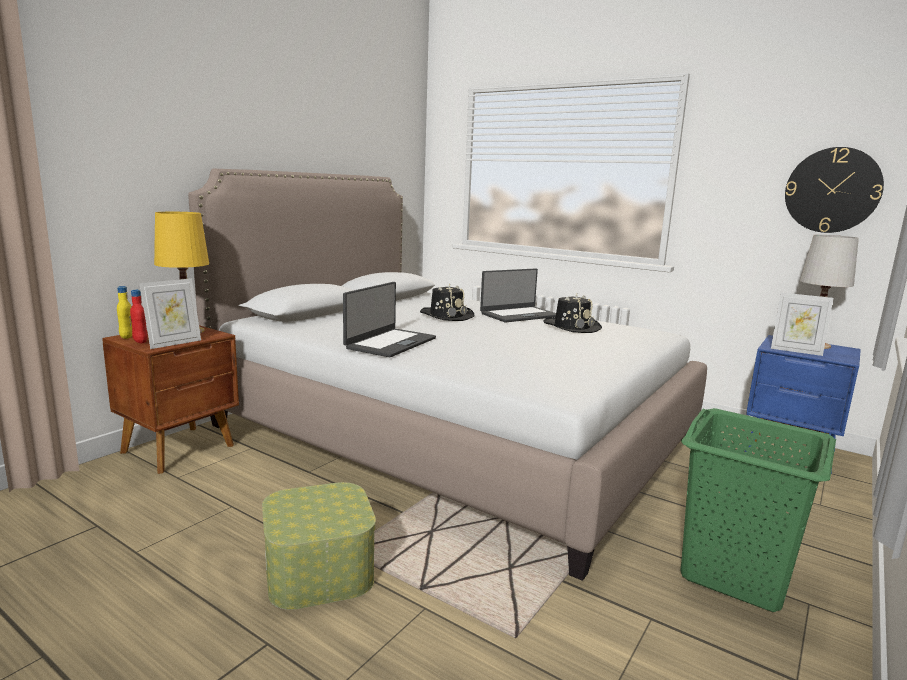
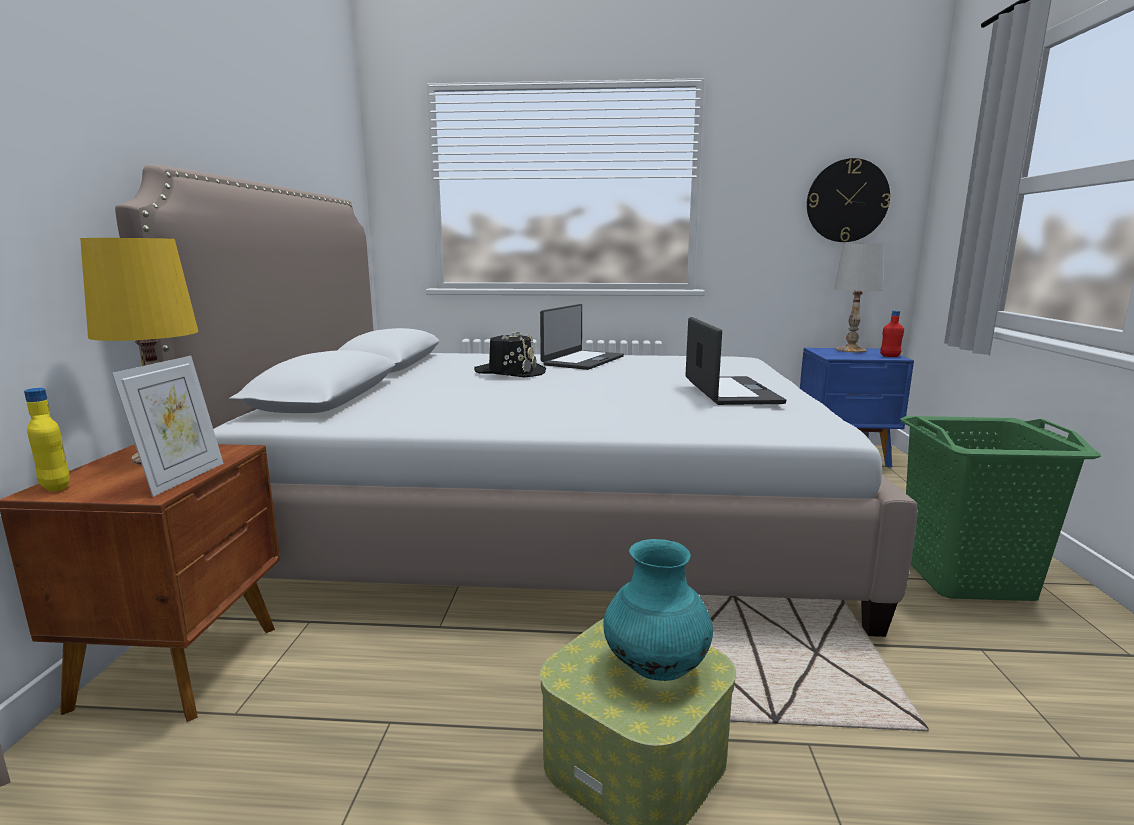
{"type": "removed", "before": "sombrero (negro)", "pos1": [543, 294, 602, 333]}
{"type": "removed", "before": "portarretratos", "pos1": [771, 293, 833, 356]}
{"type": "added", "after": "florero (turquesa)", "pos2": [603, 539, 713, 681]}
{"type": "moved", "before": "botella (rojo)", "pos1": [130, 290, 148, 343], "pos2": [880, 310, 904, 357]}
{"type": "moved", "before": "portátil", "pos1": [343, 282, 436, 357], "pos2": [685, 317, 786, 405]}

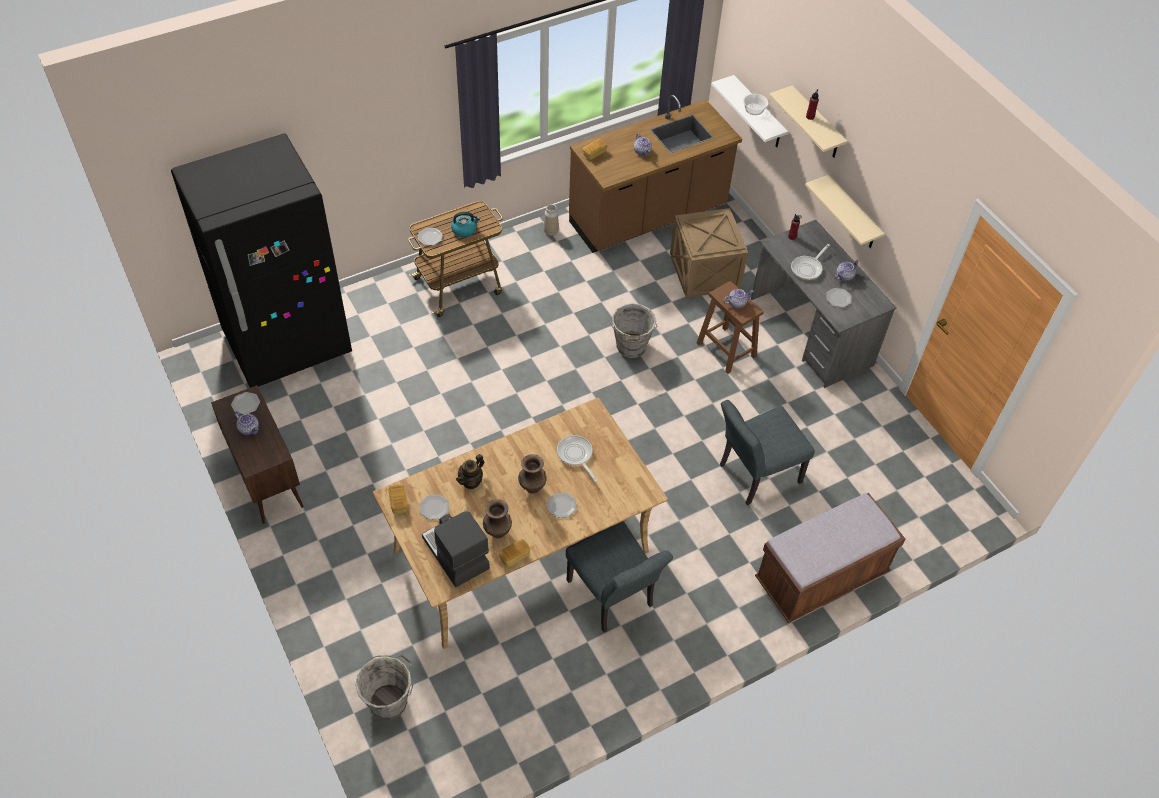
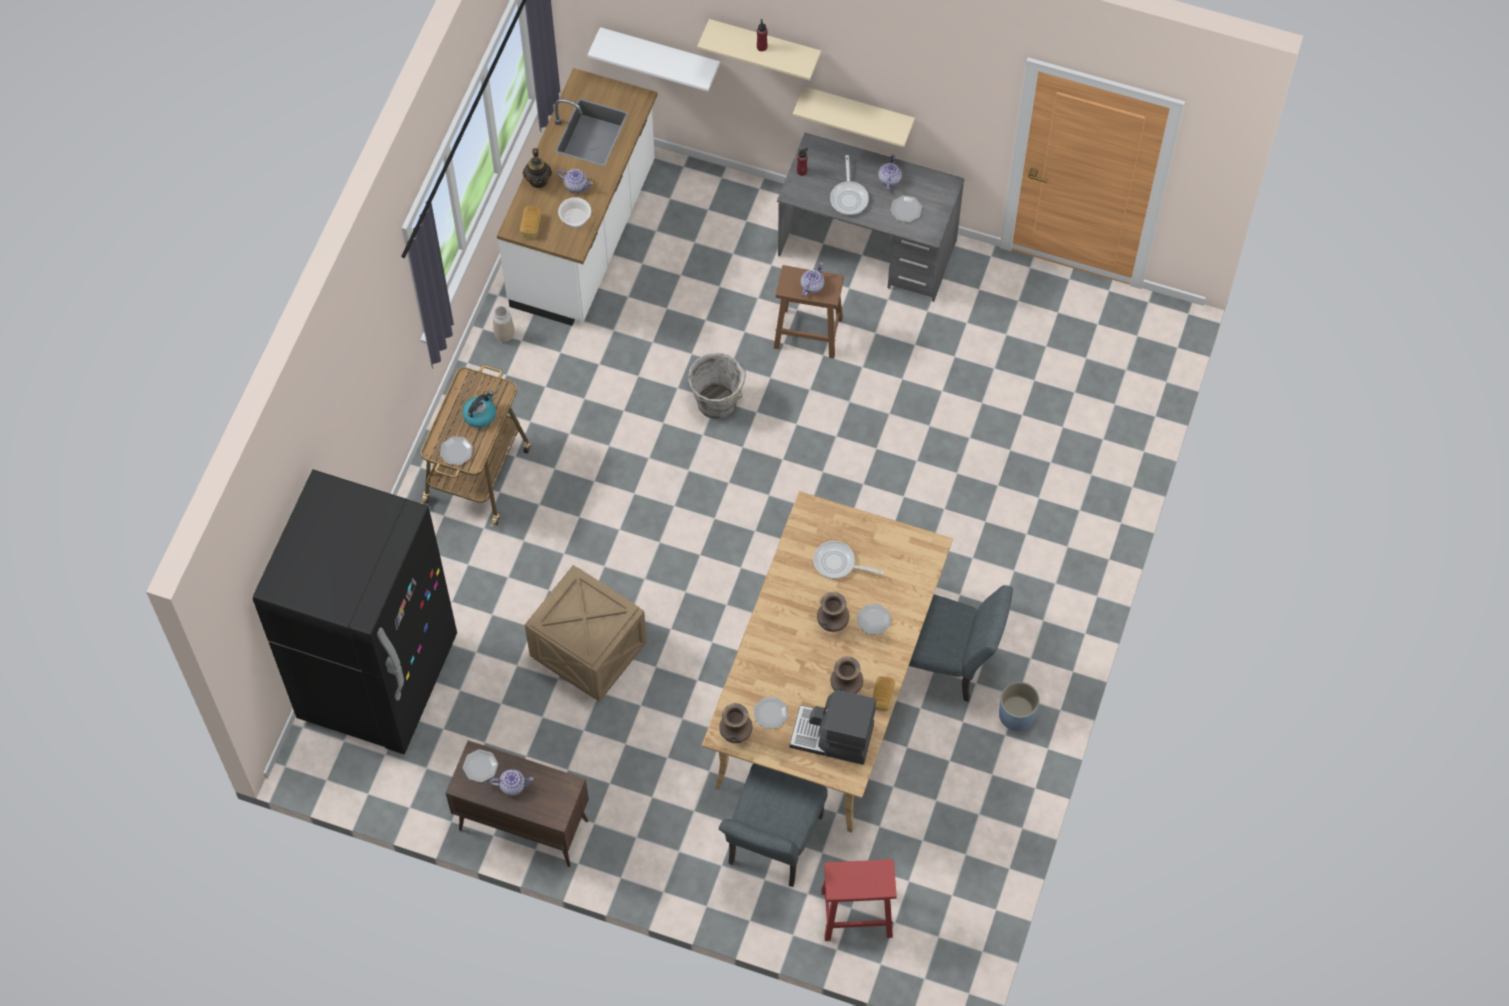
{"type": "removed", "before": "banco (marrón)", "pos1": [755, 493, 905, 623]}
{"type": "added", "after": "maceta (azul)", "pos2": [999, 682, 1040, 731]}
{"type": "moved", "before": "tetera", "pos1": [456, 454, 484, 489], "pos2": [523, 148, 552, 188]}
{"type": "moved", "before": "caja de embalaje", "pos1": [670, 208, 748, 298], "pos2": [525, 565, 647, 702]}
{"type": "moved", "before": "silla (gris)", "pos1": [720, 400, 815, 505], "pos2": [719, 764, 828, 887]}
{"type": "moved", "before": "cuenco", "pos1": [743, 94, 768, 115], "pos2": [558, 197, 591, 228]}
{"type": "replaced", "before": "cubo (gris)", "after": "taburete (rojo)", "pos1": [355, 654, 413, 720], "pos2": [821, 859, 897, 941]}
{"type": "replaced", "before": "pan", "after": "florero (marrón)", "pos1": [388, 484, 408, 514], "pos2": [719, 703, 752, 743]}
{"type": "recoloured", "before": "mueble bajo de cocina (marrón)", "after": "mueble bajo de cocina (blanco)", "pos1": [569, 95, 742, 253], "pos2": [497, 68, 657, 326]}

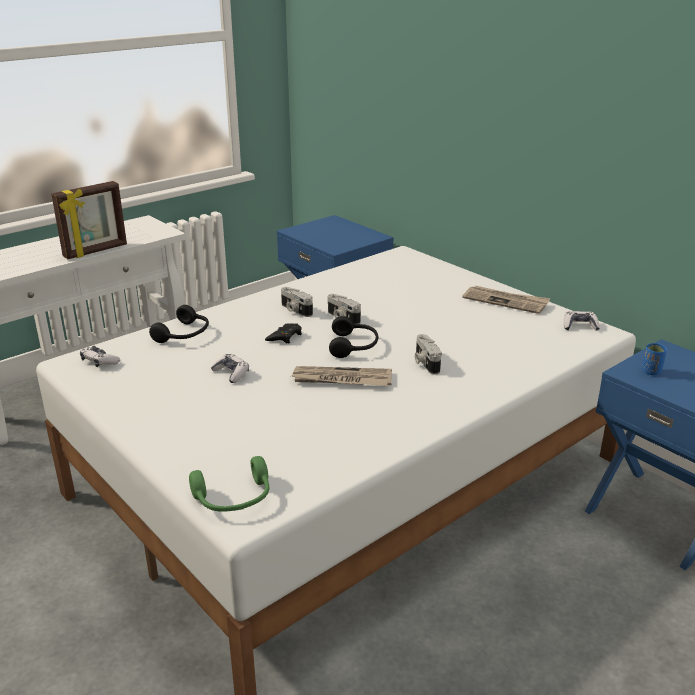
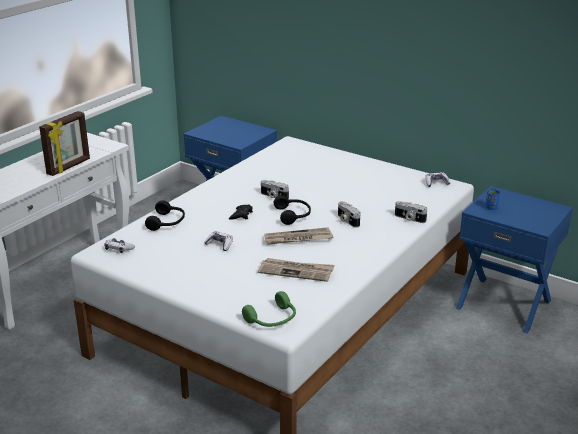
{"type": "moved", "before": "cámara", "pos1": [281, 287, 313, 317], "pos2": [395, 201, 427, 223]}
{"type": "moved", "before": "periódico", "pos1": [462, 286, 550, 314], "pos2": [258, 258, 335, 282]}

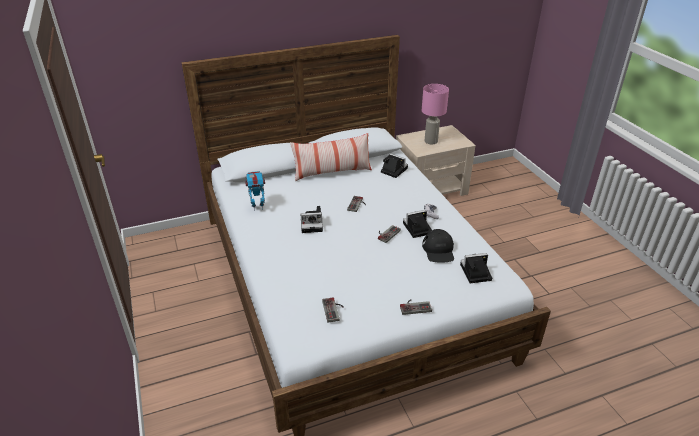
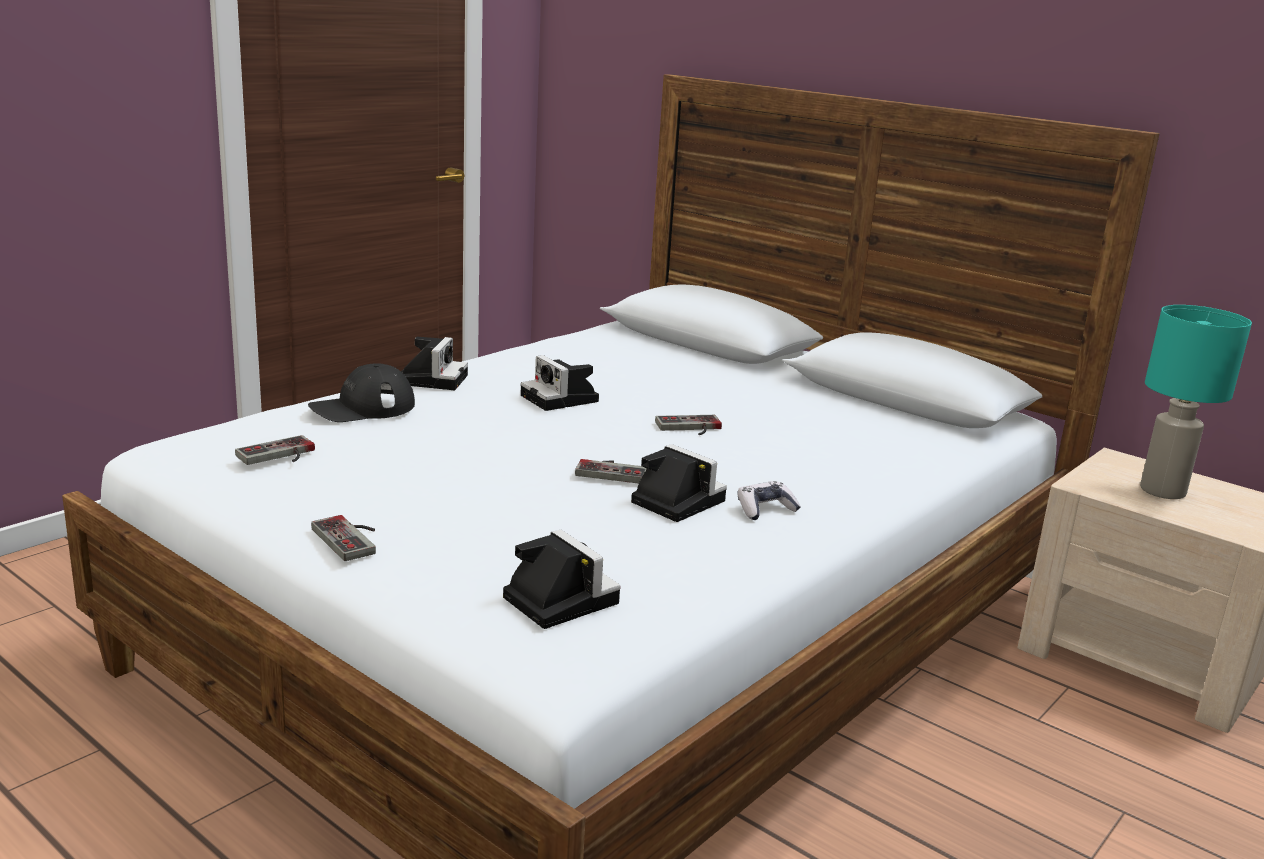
{"type": "removed", "before": "robot de juguete", "pos1": [245, 171, 265, 211]}
{"type": "removed", "before": "cojín", "pos1": [290, 133, 372, 181]}
{"type": "moved", "before": "cámara", "pos1": [381, 153, 408, 178], "pos2": [401, 337, 468, 390]}
{"type": "moved", "before": "gorra (negro)", "pos1": [422, 229, 454, 263], "pos2": [308, 363, 415, 422]}
{"type": "recoloured", "before": "lámpara de mesa (rosa)", "after": "lámpara de mesa (turquesa)", "pos1": [422, 84, 449, 144], "pos2": [1140, 305, 1252, 499]}

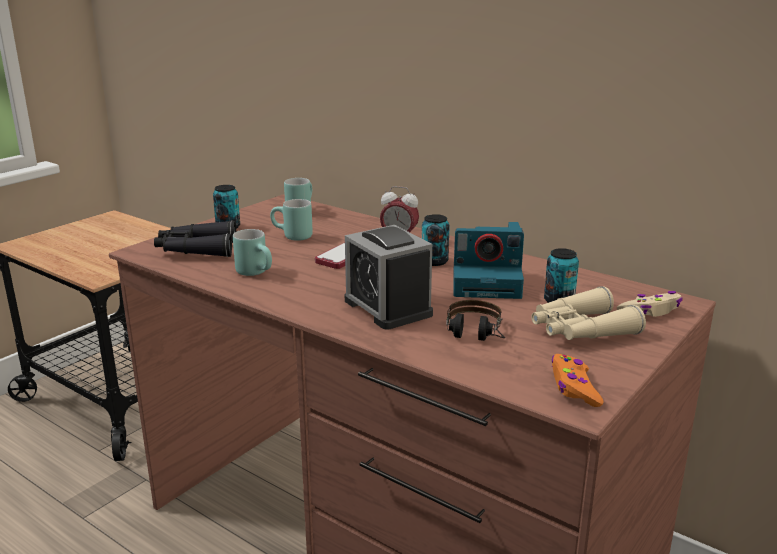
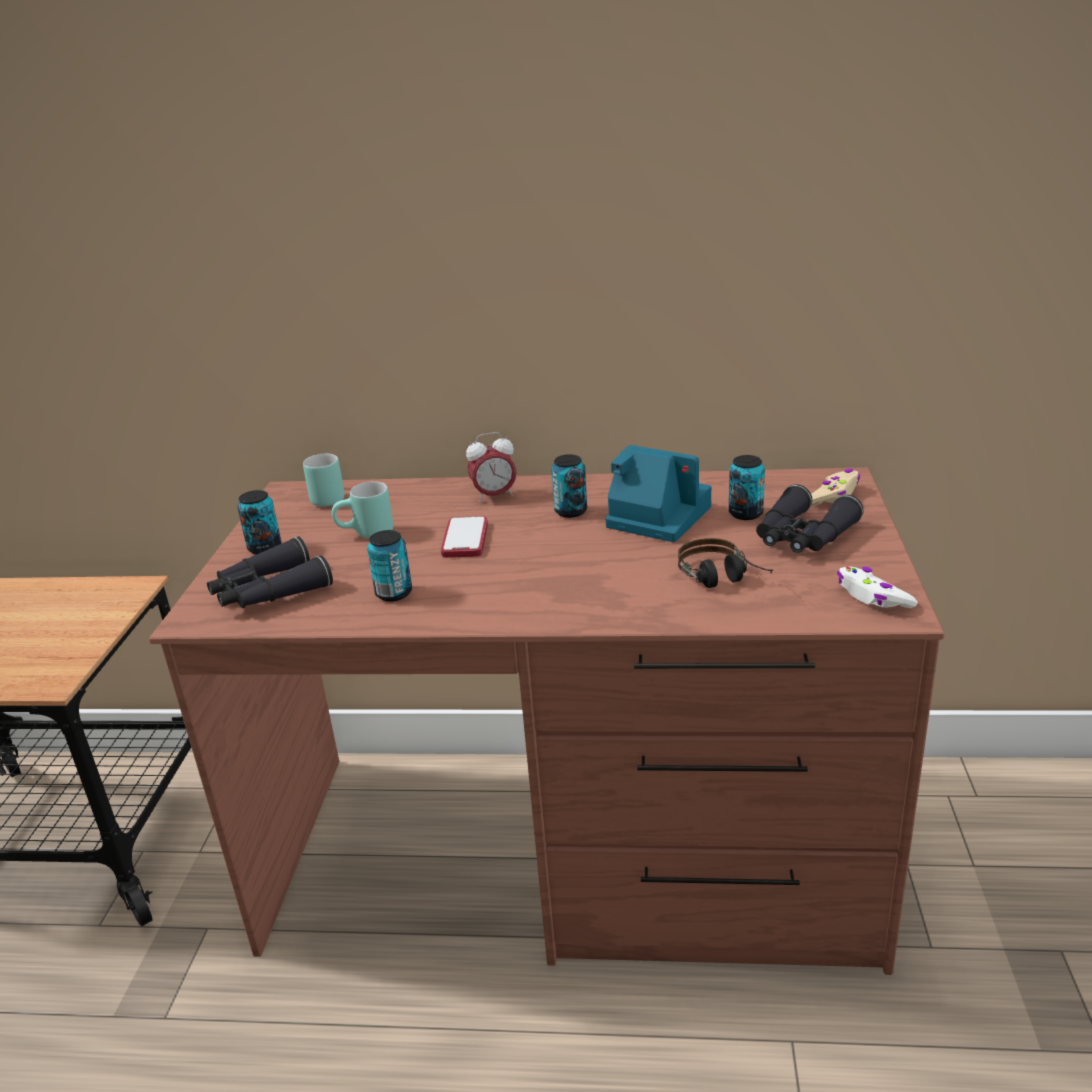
{"type": "removed", "before": "despertador", "pos1": [345, 225, 433, 330]}
{"type": "replaced", "before": "taza grande (turquesa)", "after": "lata", "pos1": [233, 229, 272, 276], "pos2": [367, 530, 412, 601]}
{"type": "recoloured", "before": "prismáticos (beis)", "after": "prismáticos (negro)", "pos1": [531, 286, 646, 340], "pos2": [756, 484, 864, 553]}
{"type": "recoloured", "before": "mando de consola (naranja)", "after": "mando de consola (blanco)", "pos1": [551, 354, 603, 407], "pos2": [837, 567, 918, 608]}
{"type": "turned", "before": "cámara", "pos1": [453, 222, 524, 299], "pos2": [606, 445, 712, 542], "turn": -120}

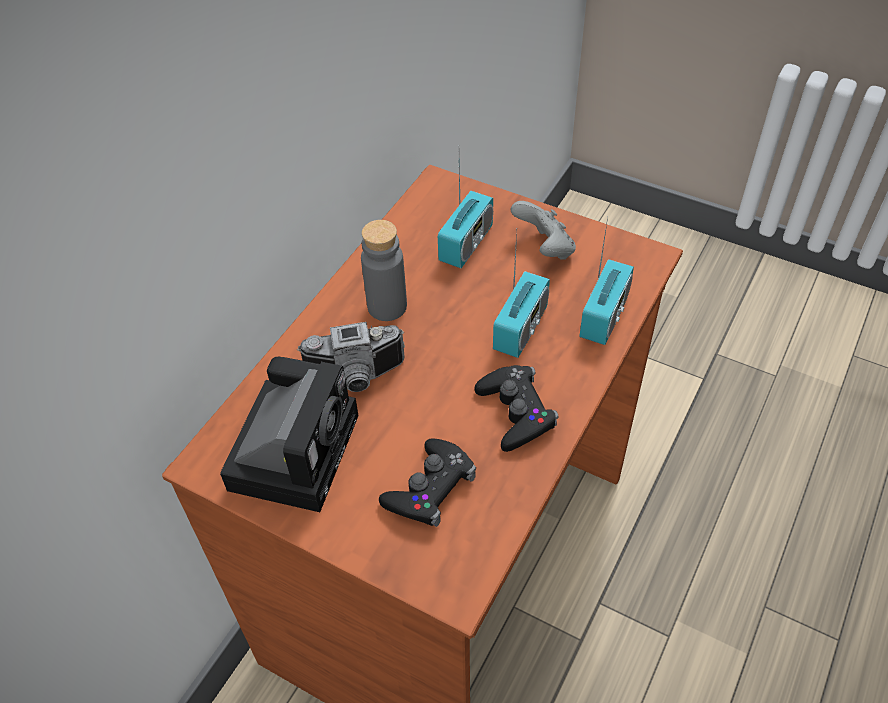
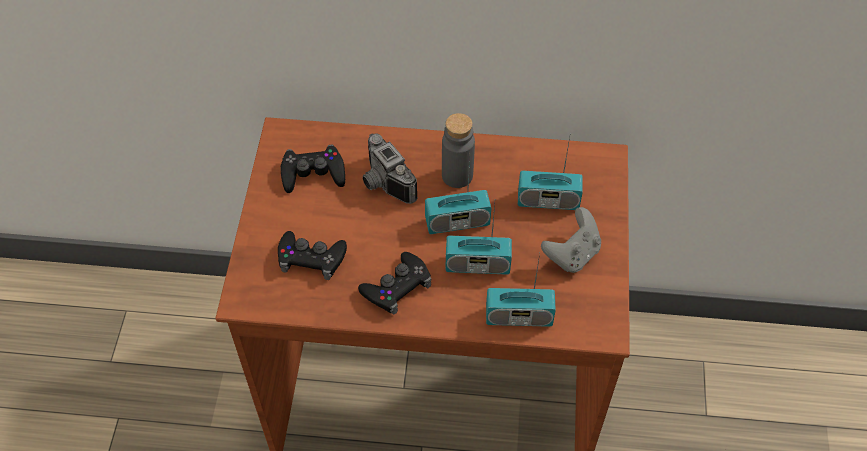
{"type": "added", "after": "radio", "pos2": [425, 153, 491, 234]}
{"type": "replaced", "before": "cámara", "after": "mando de consola (negro)", "pos1": [220, 357, 358, 512], "pos2": [280, 145, 345, 193]}

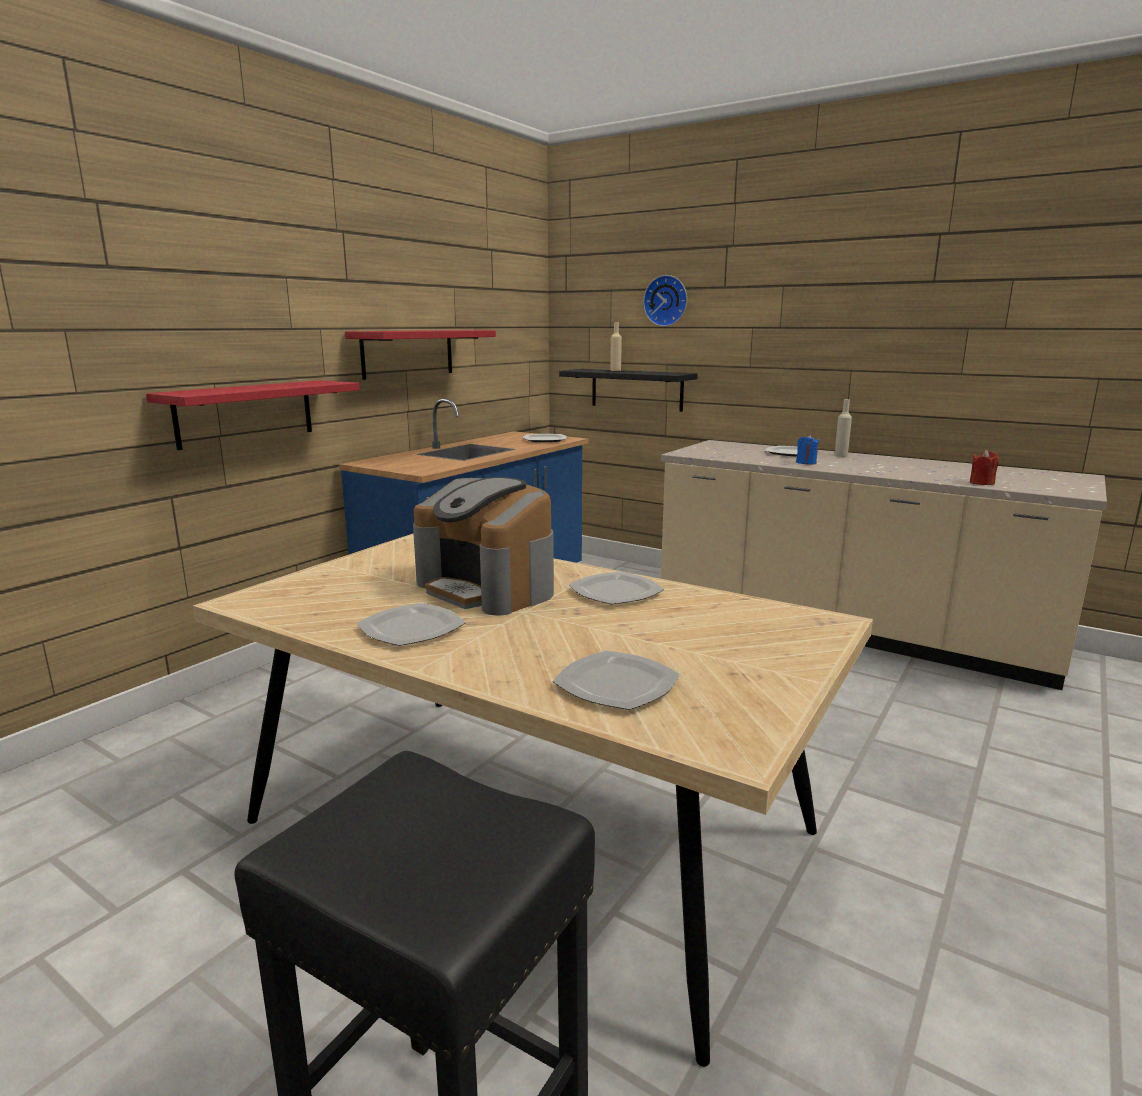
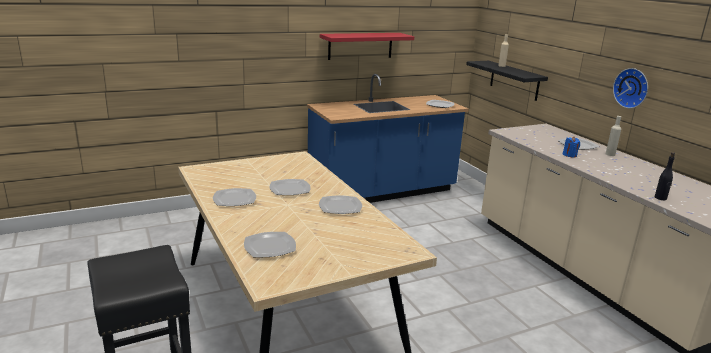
{"type": "removed", "before": "estante (rojo)", "pos1": [146, 380, 360, 450]}
{"type": "moved", "before": "reloj de pared", "pos1": [643, 275, 687, 327], "pos2": [613, 68, 648, 108]}
{"type": "replaced", "before": "cafetera", "after": "plato", "pos1": [413, 477, 554, 616], "pos2": [269, 179, 311, 195]}
{"type": "replaced", "before": "vela (rojo)", "after": "botella (negro)", "pos1": [970, 450, 999, 485], "pos2": [654, 152, 675, 200]}

